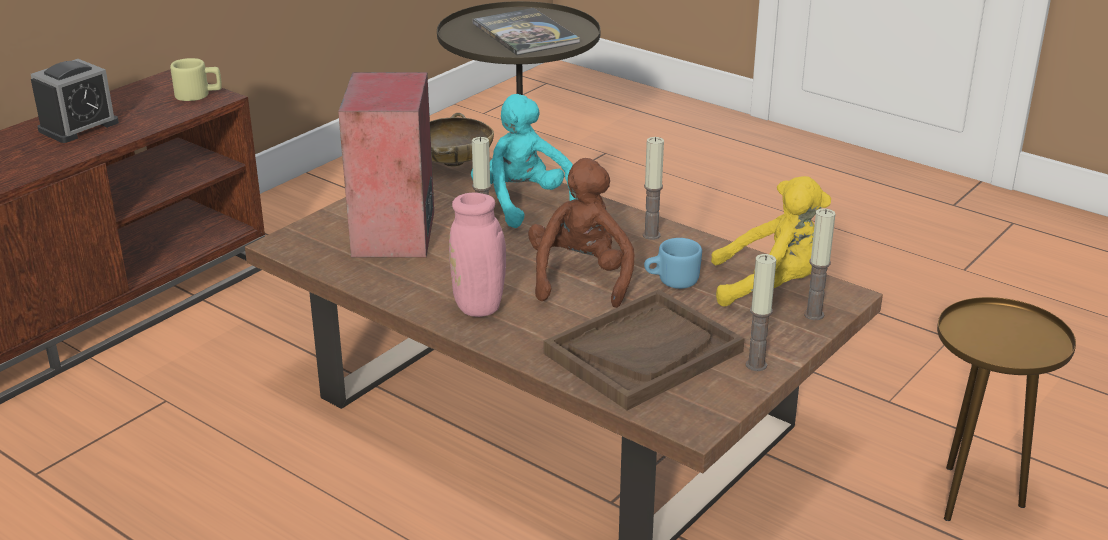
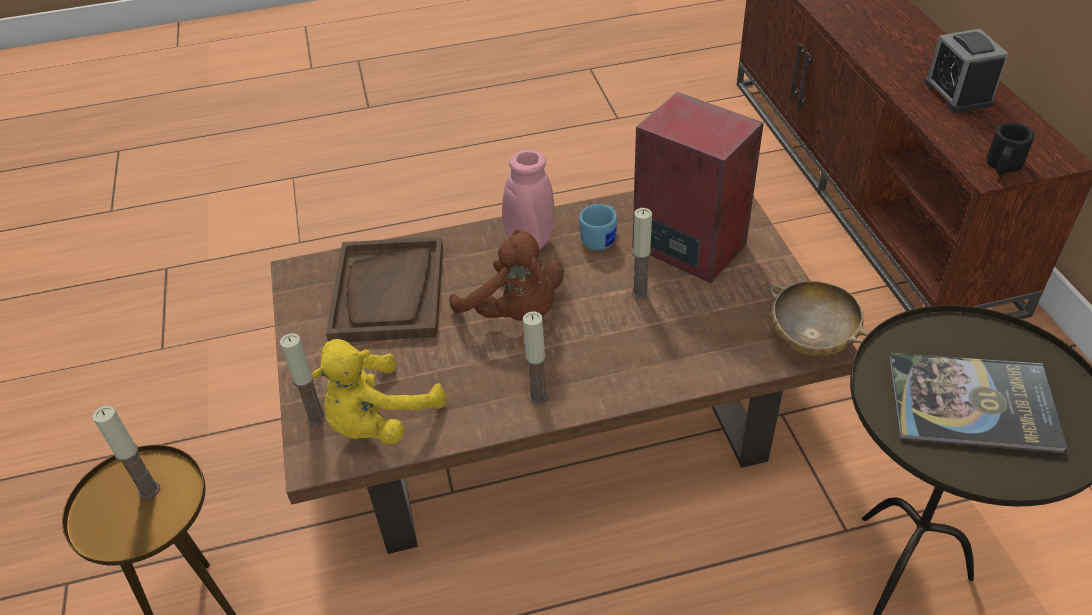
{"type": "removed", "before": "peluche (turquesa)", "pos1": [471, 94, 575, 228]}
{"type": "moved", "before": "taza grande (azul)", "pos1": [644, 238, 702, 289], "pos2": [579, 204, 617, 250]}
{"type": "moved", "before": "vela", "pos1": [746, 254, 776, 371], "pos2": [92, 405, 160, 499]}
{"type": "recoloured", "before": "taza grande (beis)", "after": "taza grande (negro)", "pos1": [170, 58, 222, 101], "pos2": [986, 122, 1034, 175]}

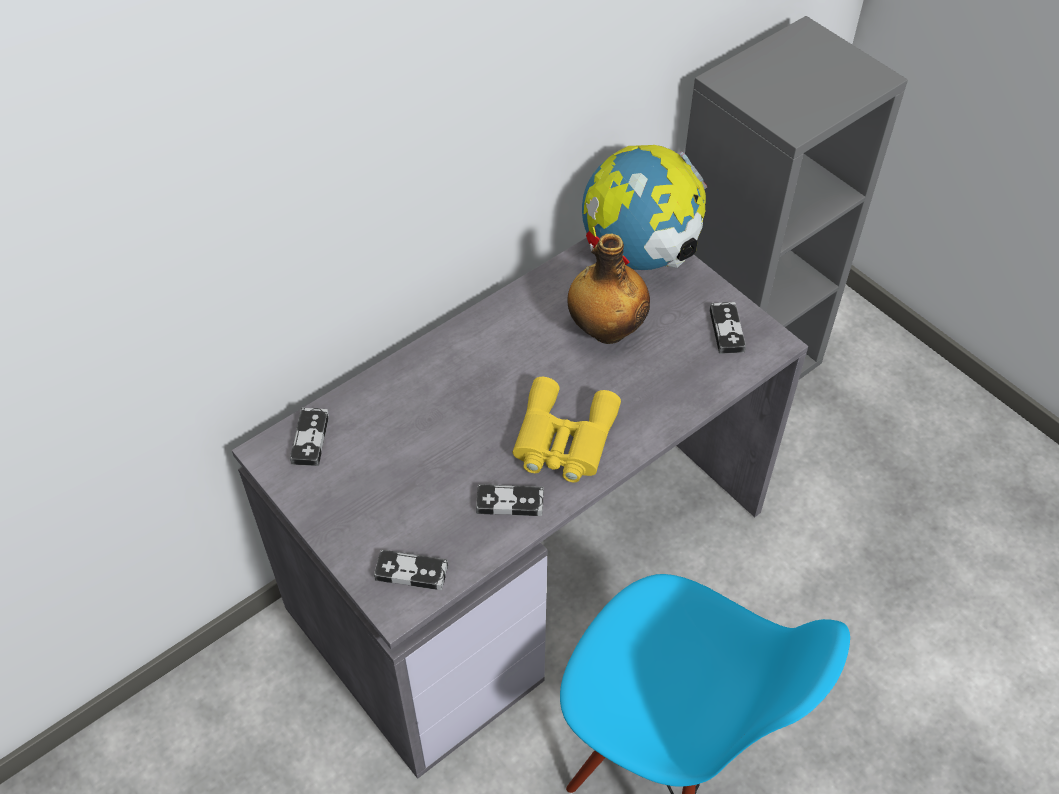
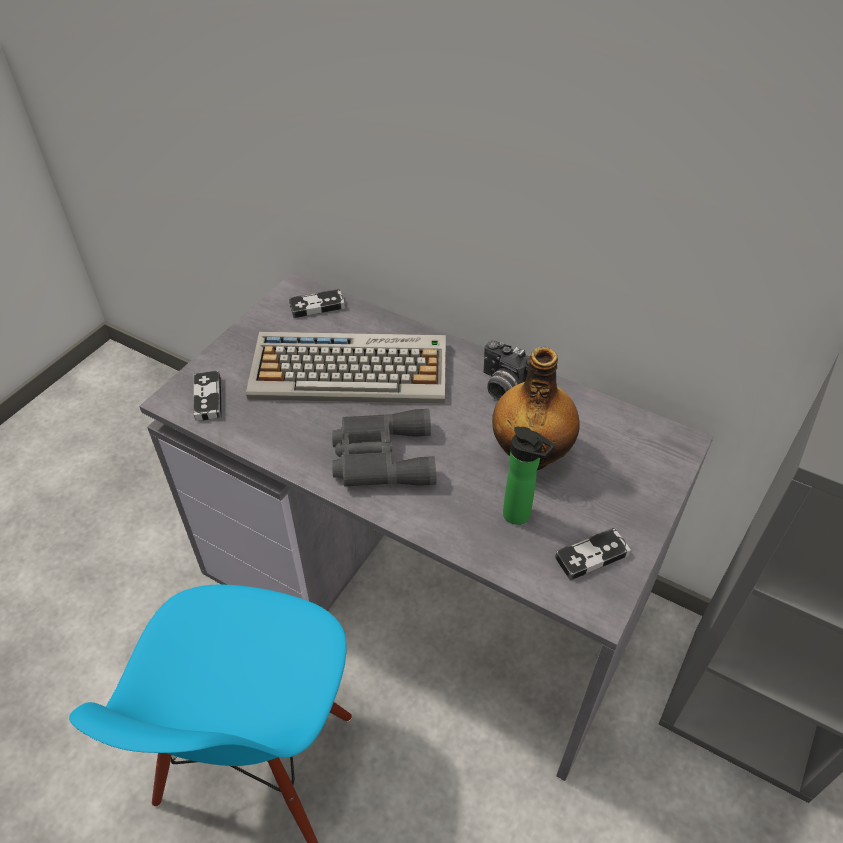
{"type": "removed", "before": "mando de consola", "pos1": [476, 484, 544, 516]}
{"type": "removed", "before": "globo terráqueo", "pos1": [582, 145, 707, 270]}
{"type": "added", "after": "teclado", "pos2": [246, 332, 446, 404]}
{"type": "added", "after": "cámara", "pos2": [483, 340, 529, 400]}
{"type": "added", "after": "botella", "pos2": [503, 427, 555, 525]}
{"type": "recoloured", "before": "prismáticos (amarillo)", "after": "prismáticos (gris)", "pos1": [512, 377, 621, 482], "pos2": [332, 409, 436, 487]}

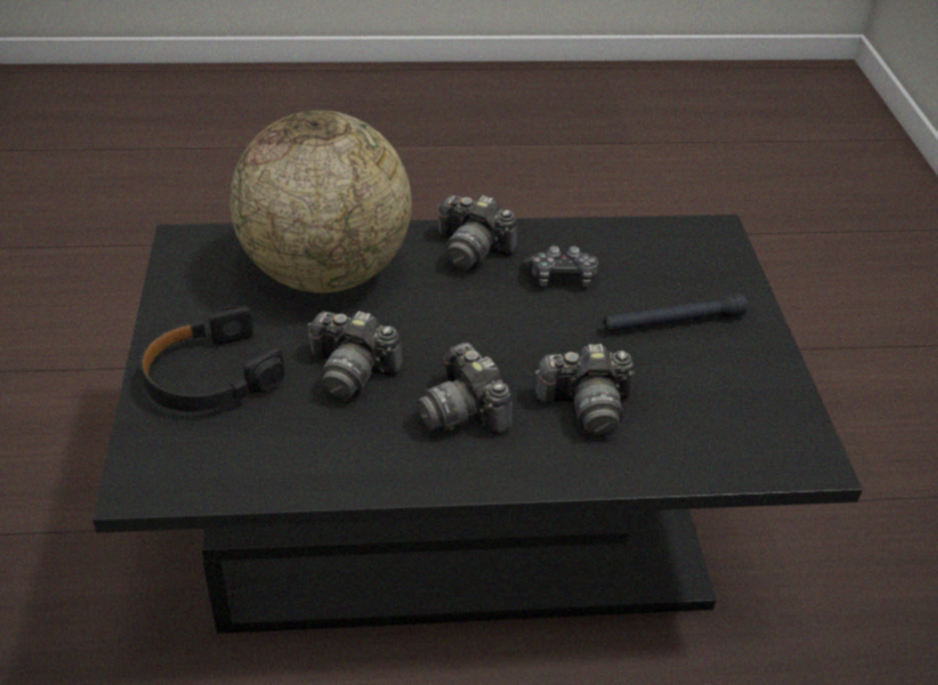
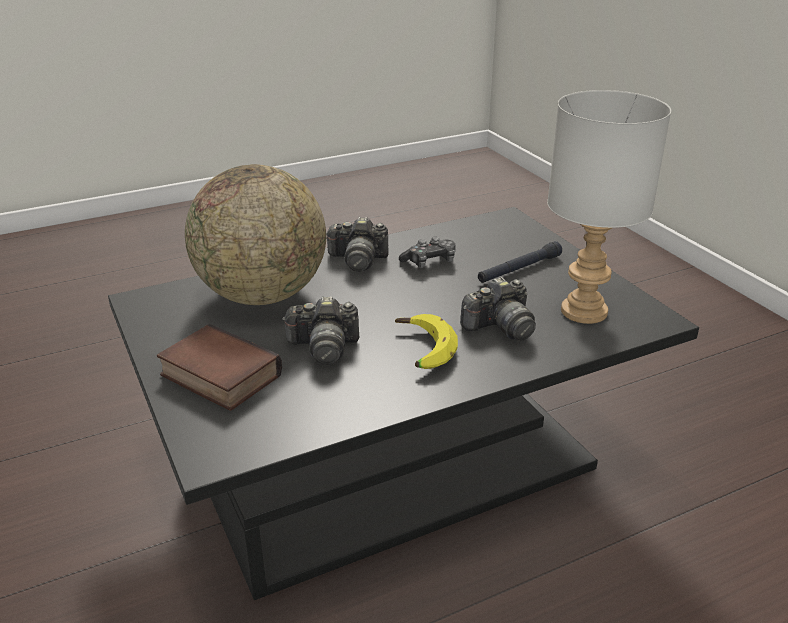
{"type": "added", "after": "lámpara de mesa (gris)", "pos2": [547, 90, 671, 324]}
{"type": "replaced", "before": "auriculares (negro)", "after": "libro", "pos1": [140, 305, 285, 412], "pos2": [157, 324, 282, 411]}
{"type": "replaced", "before": "cámara", "after": "plátano", "pos1": [417, 342, 512, 435], "pos2": [395, 314, 458, 369]}

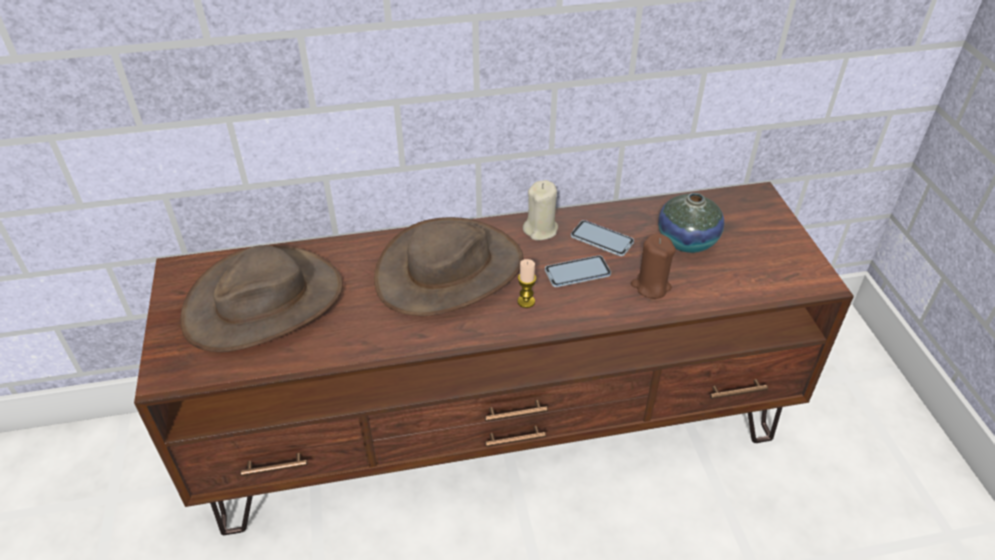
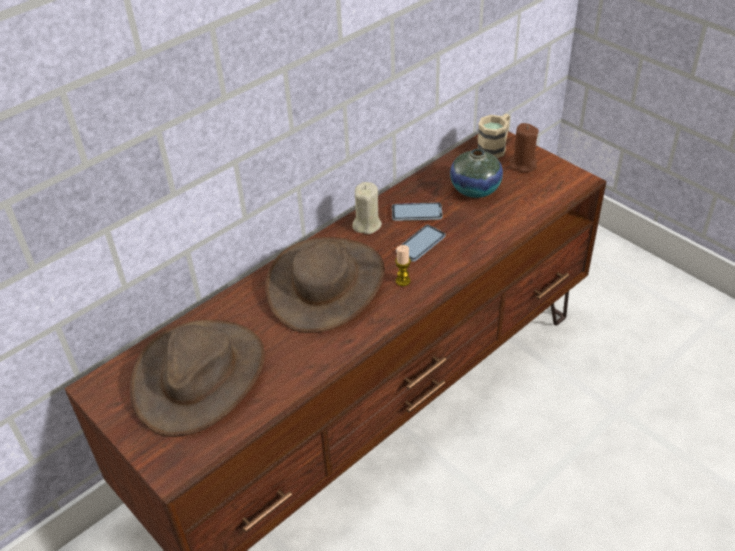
{"type": "added", "after": "taza grande (beis)", "pos2": [477, 114, 510, 158]}
{"type": "moved", "before": "vela (marrón)", "pos1": [631, 233, 676, 299], "pos2": [509, 123, 539, 173]}

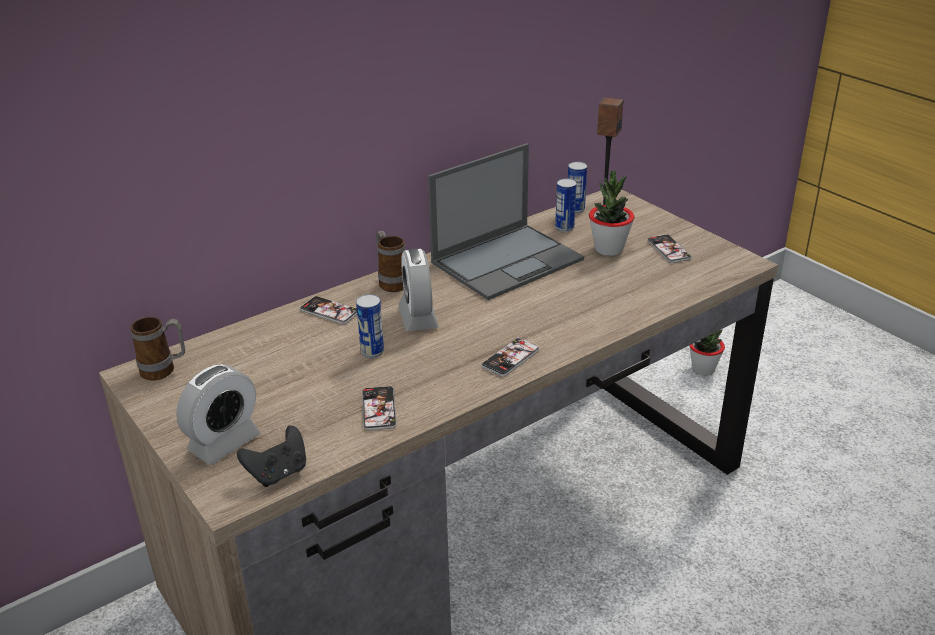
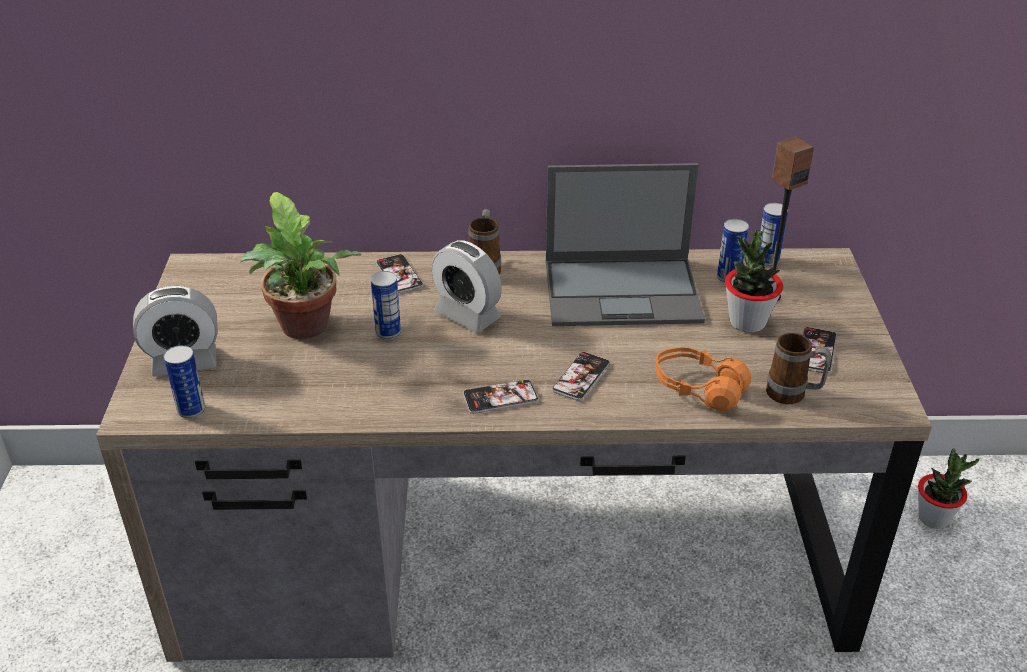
{"type": "added", "after": "planta en maceta", "pos2": [240, 192, 361, 339]}
{"type": "added", "after": "auriculares (naranja)", "pos2": [655, 347, 751, 411]}
{"type": "moved", "before": "taza grande", "pos1": [131, 317, 185, 381], "pos2": [766, 333, 832, 404]}
{"type": "moved", "before": "móvil", "pos1": [362, 386, 397, 431], "pos2": [552, 352, 610, 401]}
{"type": "replaced", "before": "mando de consola (negro)", "after": "lata", "pos1": [237, 426, 306, 487], "pos2": [164, 345, 205, 419]}
{"type": "turned", "before": "despertador", "pos1": [398, 249, 439, 332], "pos2": [432, 241, 502, 333], "turn": -75}

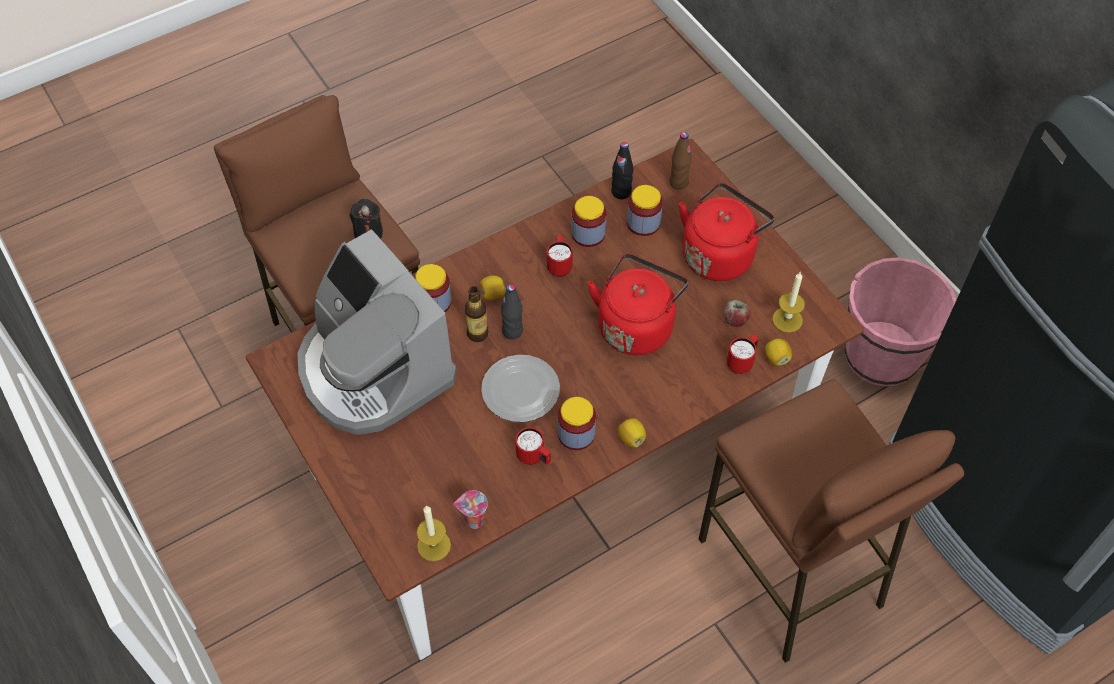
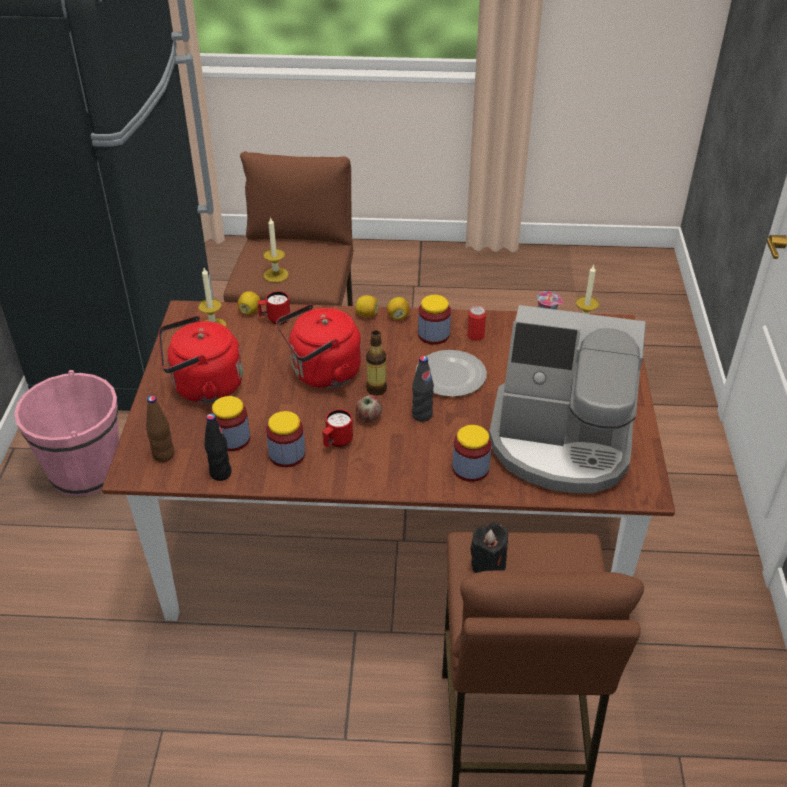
{"type": "added", "after": "vela", "pos2": [263, 217, 289, 283]}
{"type": "moved", "before": "botella", "pos1": [465, 286, 488, 342], "pos2": [366, 330, 387, 395]}
{"type": "moved", "before": "limón", "pos1": [480, 275, 506, 300], "pos2": [355, 295, 379, 317]}
{"type": "moved", "before": "manzana", "pos1": [723, 299, 751, 327], "pos2": [356, 395, 382, 422]}
{"type": "replaced", "before": "taza grande (rojo)", "after": "lata", "pos1": [515, 427, 551, 465], "pos2": [467, 306, 486, 341]}
{"type": "turned", "before": "cafetera", "pos1": [298, 229, 457, 435], "pos2": [489, 305, 646, 493], "turn": 105}

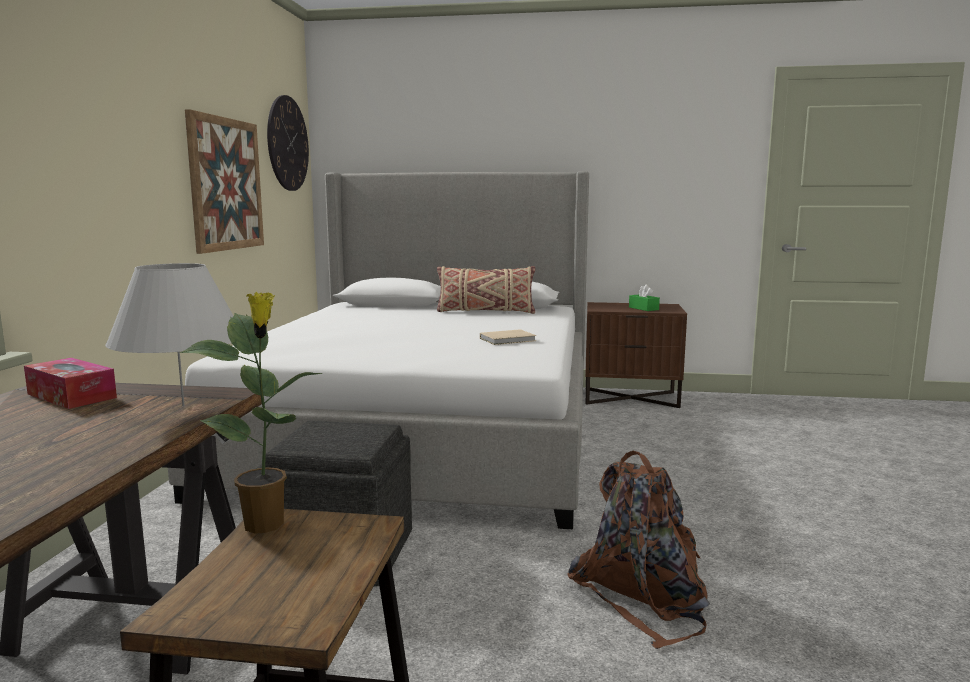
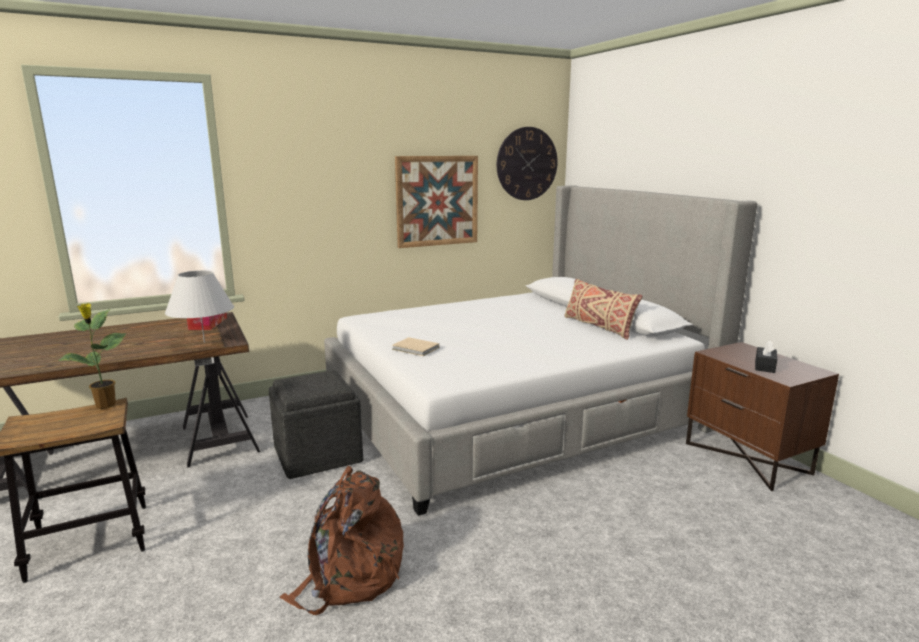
{"type": "moved", "before": "libro (beis)", "pos1": [480, 329, 536, 345], "pos2": [392, 337, 439, 356]}
{"type": "recoloured", "before": "caja de pañuelos (verde)", "after": "caja de pañuelos (negro)", "pos1": [629, 284, 660, 311], "pos2": [755, 340, 777, 373]}

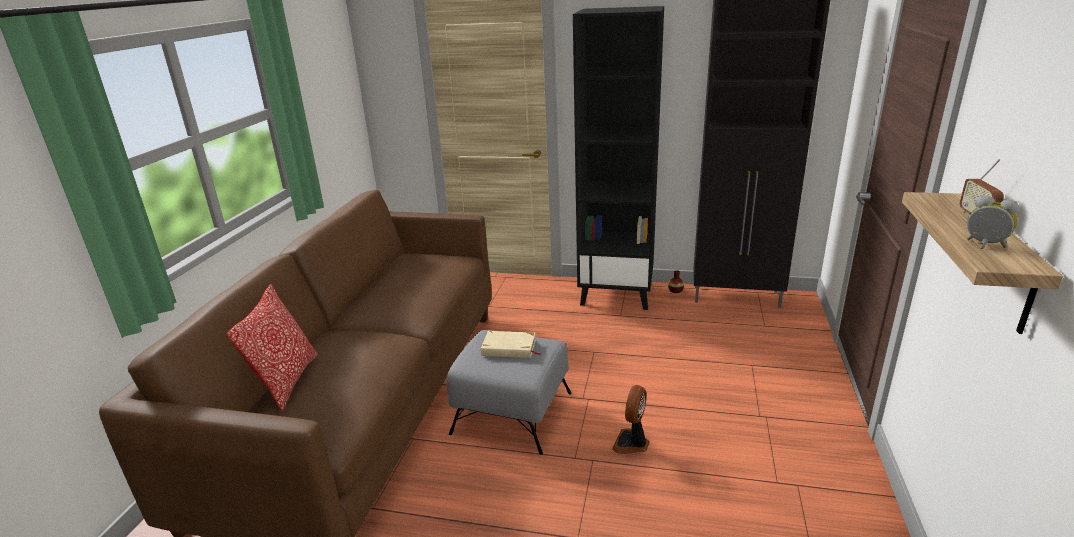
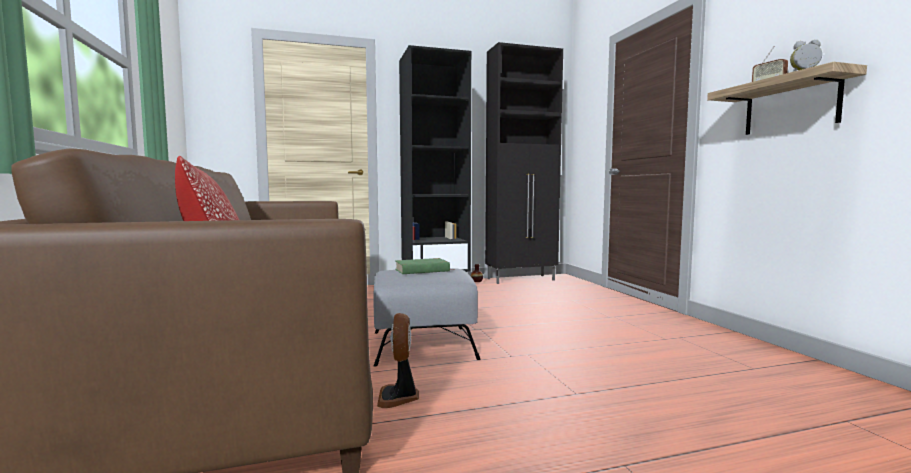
{"type": "moved", "before": "ventilador", "pos1": [612, 385, 650, 454], "pos2": [377, 313, 419, 408]}
{"type": "recoloured", "before": "libro (beis)", "after": "libro (verde)", "pos1": [481, 331, 540, 358], "pos2": [395, 258, 455, 274]}

